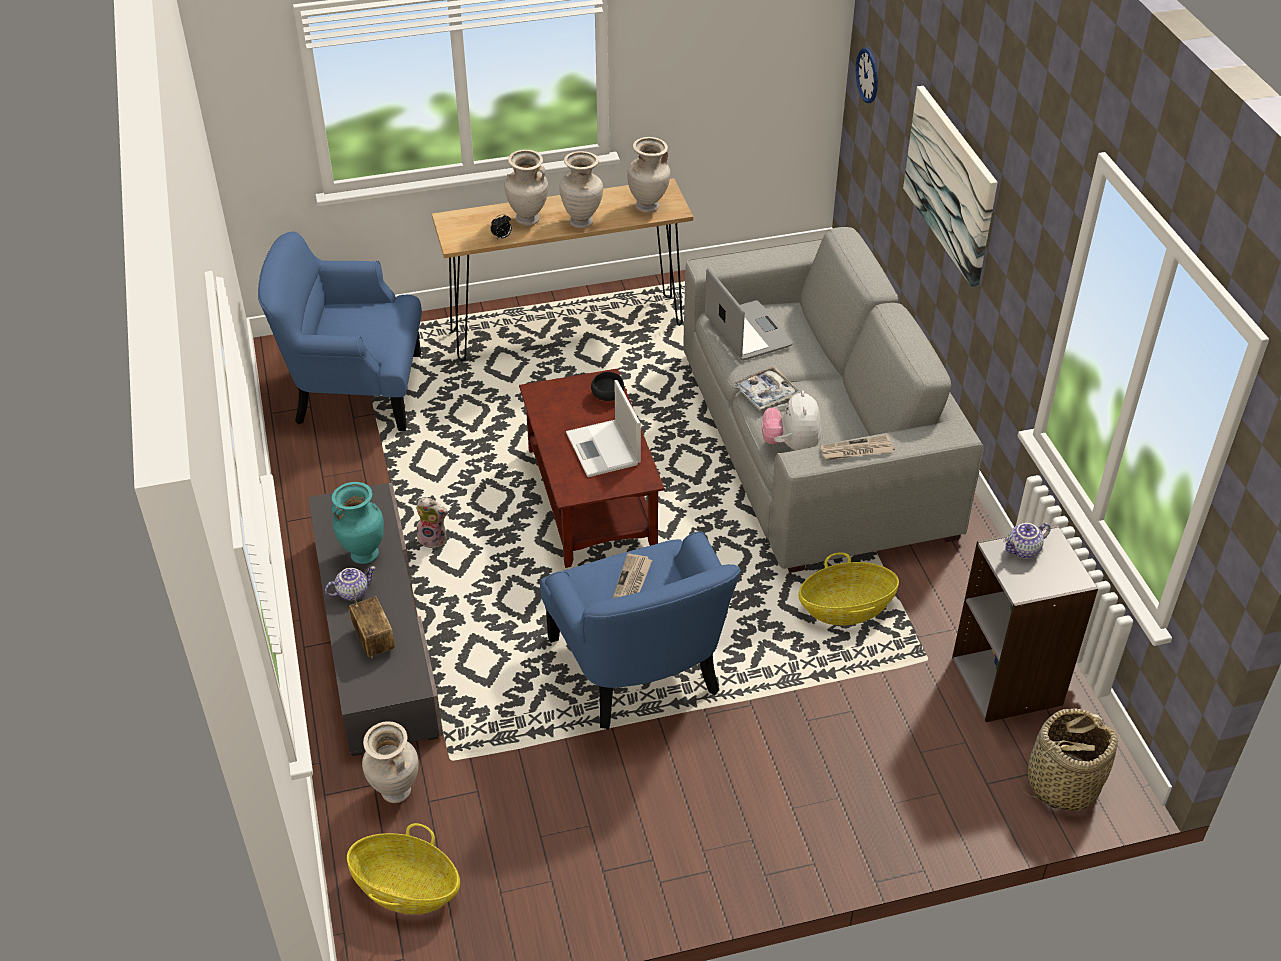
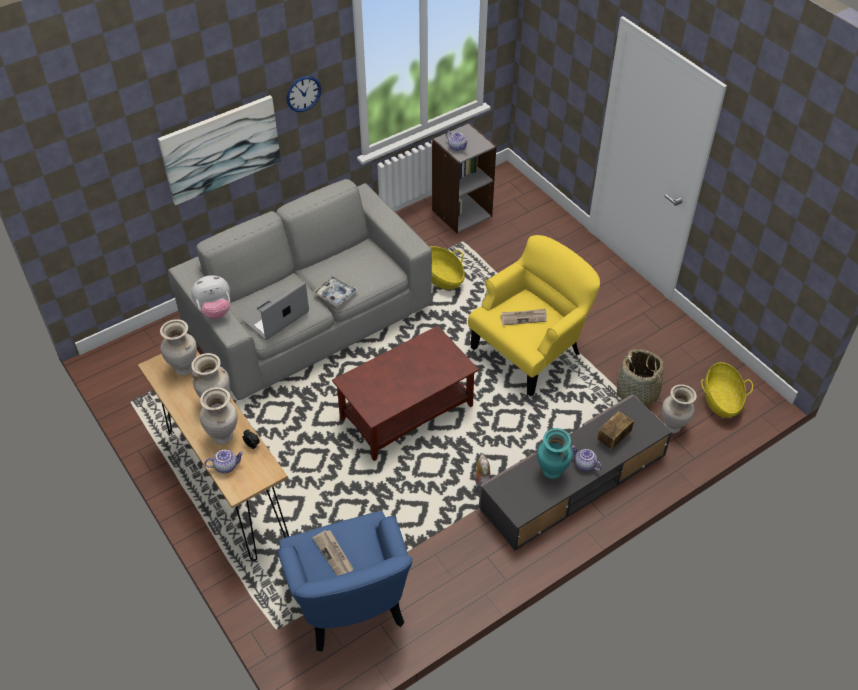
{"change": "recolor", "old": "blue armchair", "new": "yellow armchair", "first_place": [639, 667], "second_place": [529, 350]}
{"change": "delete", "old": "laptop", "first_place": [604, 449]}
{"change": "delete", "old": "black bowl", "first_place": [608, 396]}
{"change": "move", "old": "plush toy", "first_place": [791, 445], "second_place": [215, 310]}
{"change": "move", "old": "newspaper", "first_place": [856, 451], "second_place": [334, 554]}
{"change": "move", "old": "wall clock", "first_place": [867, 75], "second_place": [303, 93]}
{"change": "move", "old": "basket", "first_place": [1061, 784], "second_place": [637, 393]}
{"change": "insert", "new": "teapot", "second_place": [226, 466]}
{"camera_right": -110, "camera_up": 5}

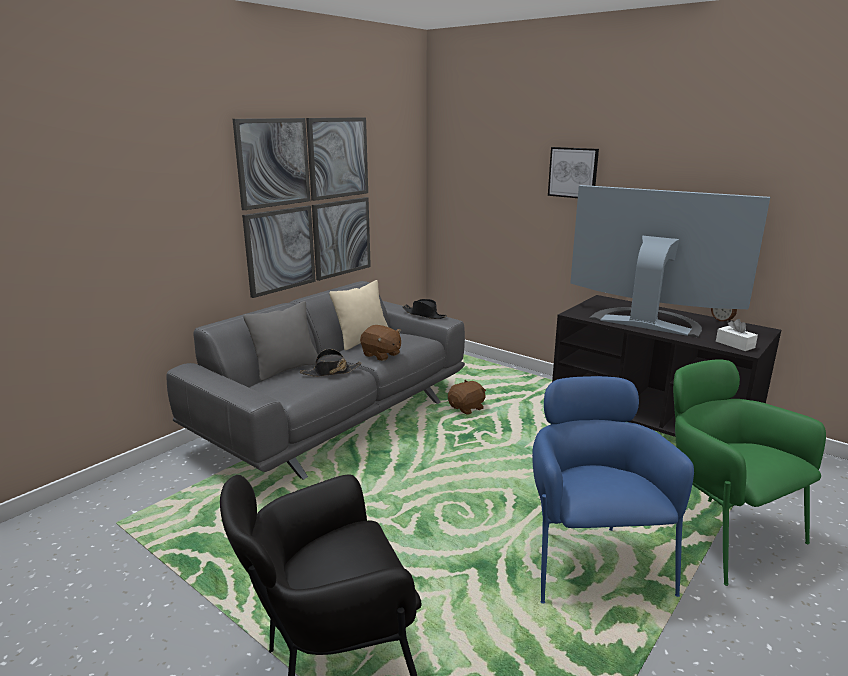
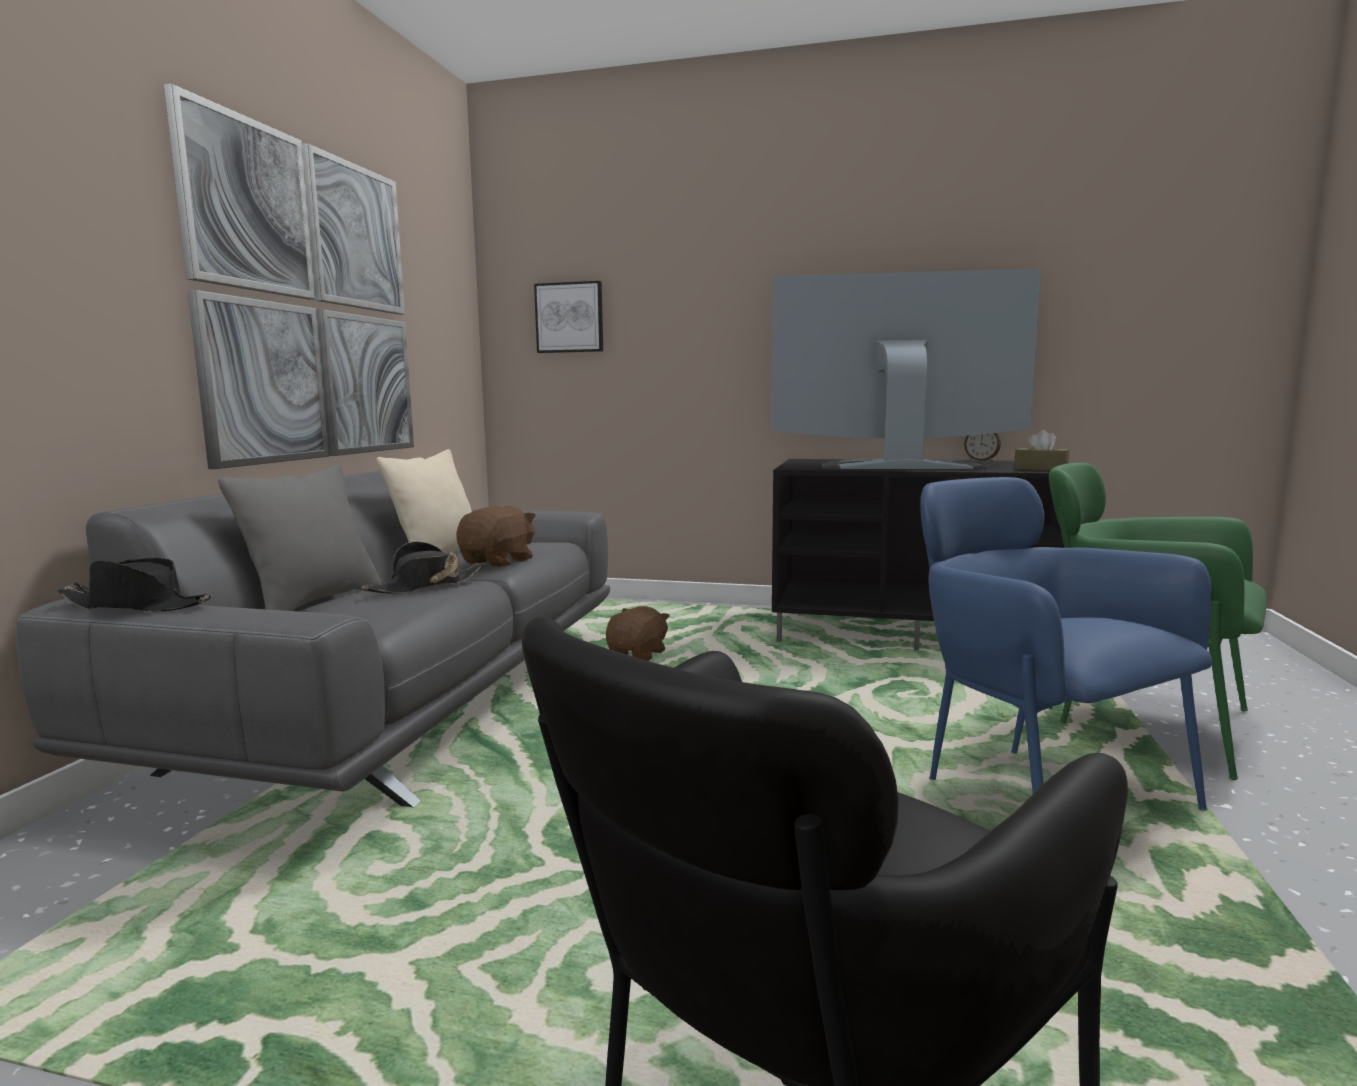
{"change": "rotate", "old": "brown plush toy", "first_place": [381, 355], "second_place": [499, 561], "degrees": -75}
{"change": "move", "old": "black hat", "first_place": [424, 315], "second_place": [137, 606]}
{"change": "move", "old": "picture", "first_place": [573, 172], "second_place": [569, 317]}
{"change": "recolor", "old": "white tissue box", "new": "brown tissue box", "first_place": [735, 344], "second_place": [1040, 469]}
{"camera_right": -25, "camera_up": -10}

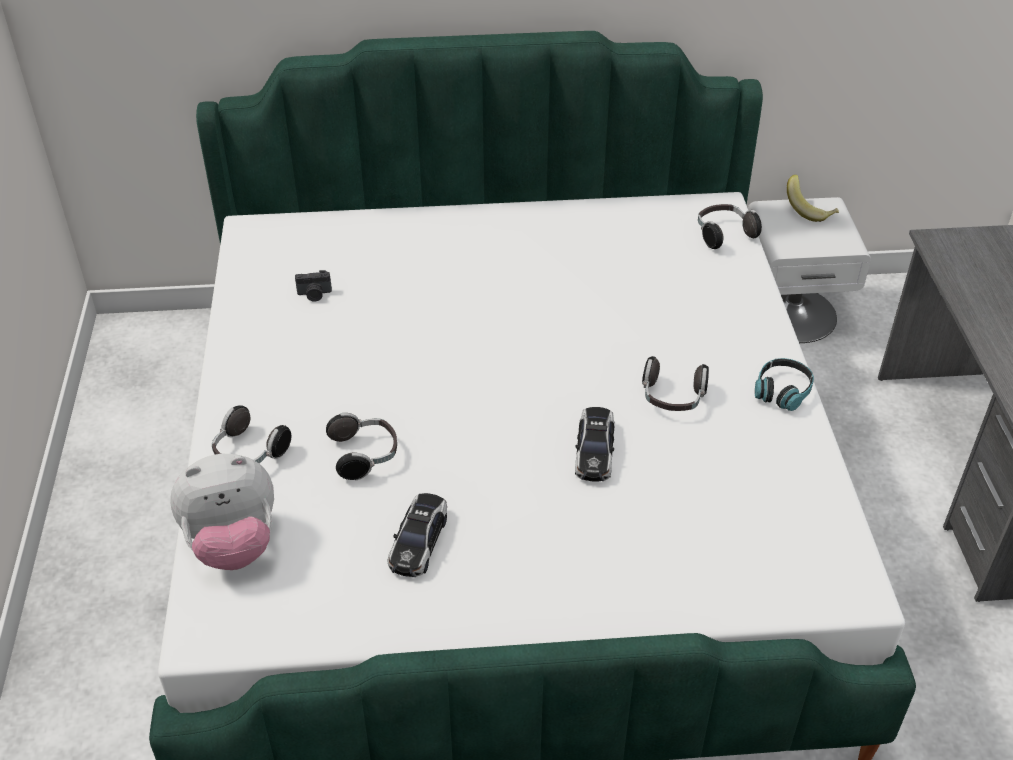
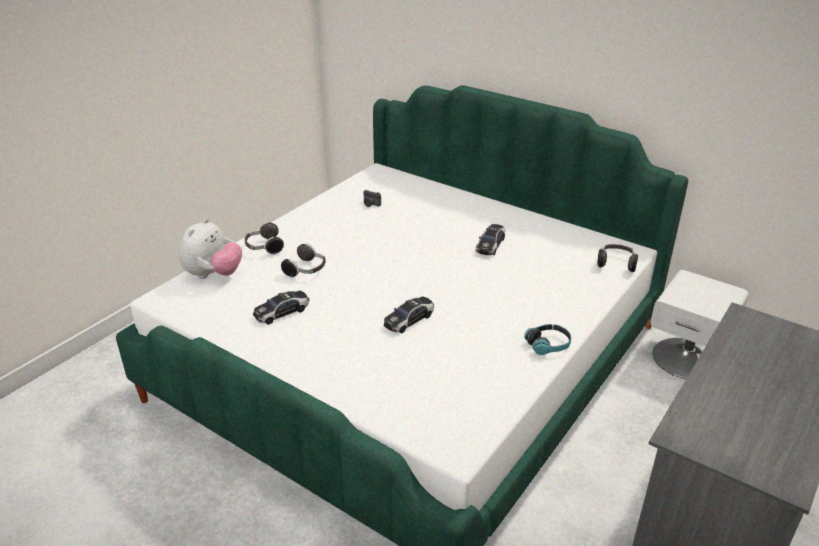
{"change": "rotate", "old": "plush toy", "first_place": [233, 544], "second_place": [213, 275], "degrees": -90}
{"change": "delete", "old": "headphones", "first_place": [672, 398]}
{"change": "delete", "old": "banana", "first_place": [810, 210]}
{"change": "insert", "new": "toy car", "second_place": [490, 245]}
{"camera_right": 40, "camera_up": -10}

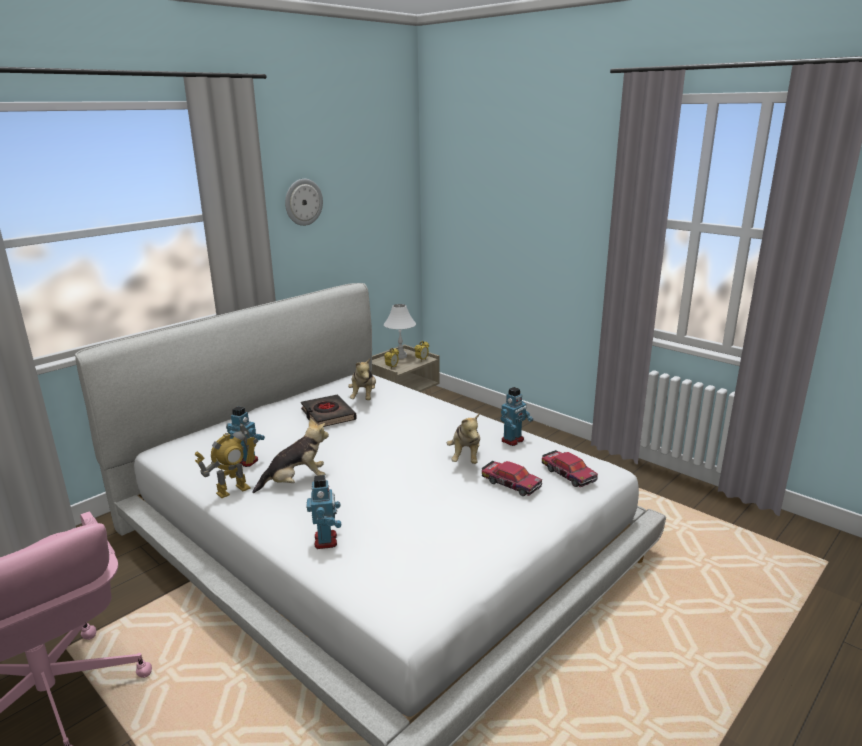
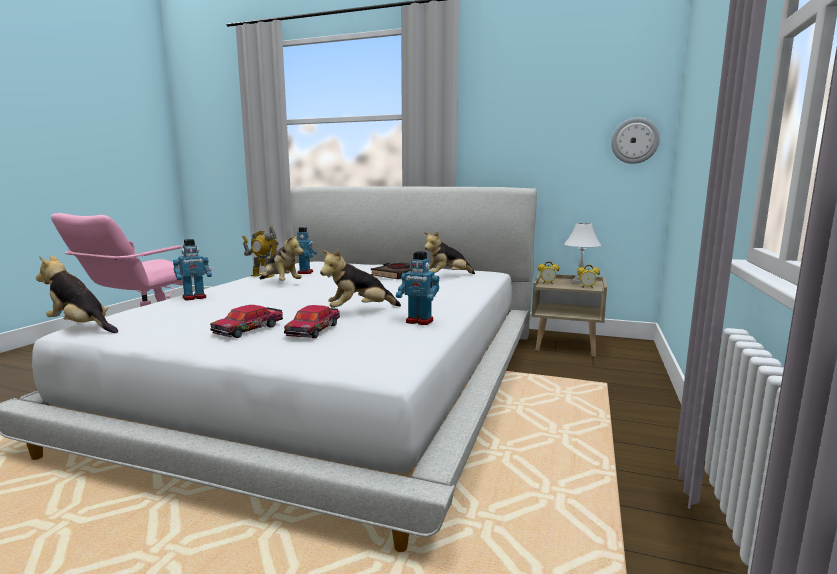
{"change": "move", "old": "wall clock", "first_place": [303, 202], "second_place": [634, 140]}
{"change": "move", "old": "toy car", "first_place": [568, 474], "second_place": [249, 329]}
{"change": "insert", "new": "plush toy", "second_place": [81, 327]}
{"camera_right": 65, "camera_up": -10}

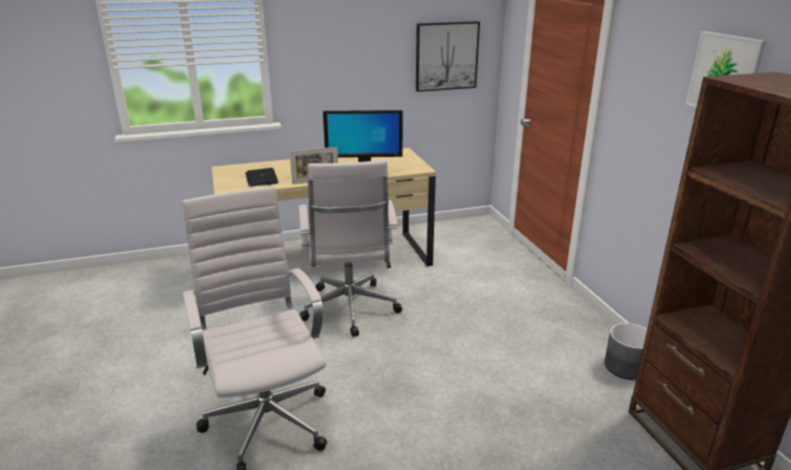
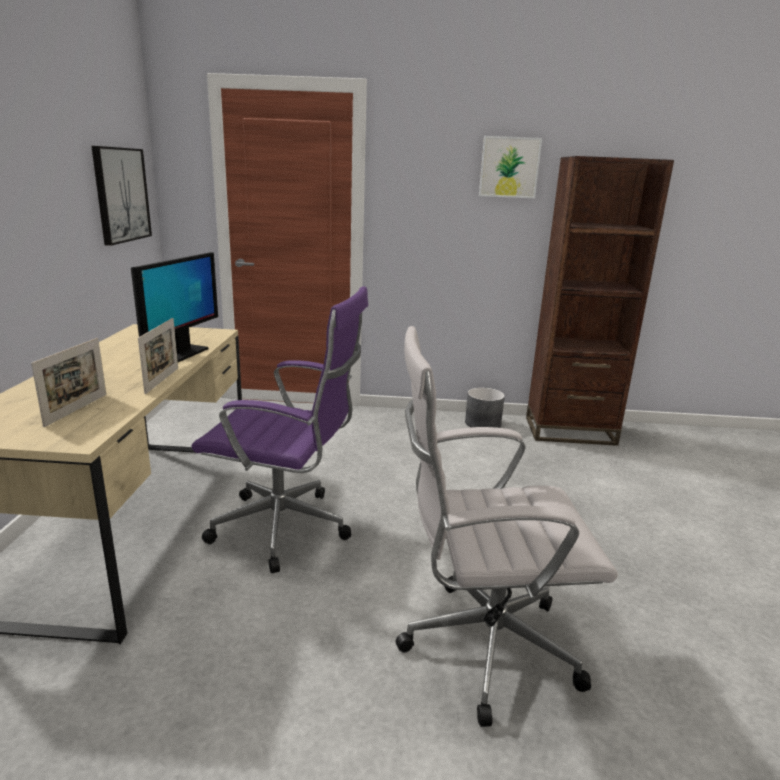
{"change": "replace", "old": "laptop", "new": "picture frame", "first_place": [261, 178], "second_place": [77, 409]}
{"change": "recolor", "old": "white office chair", "new": "purple office chair", "first_place": [350, 311], "second_place": [287, 529]}
{"camera_right": -70, "camera_up": -5}

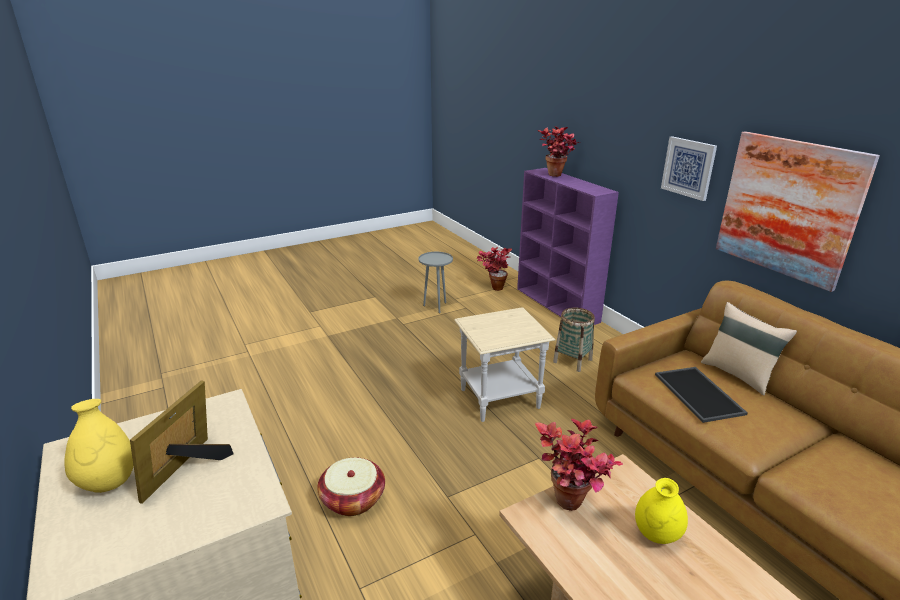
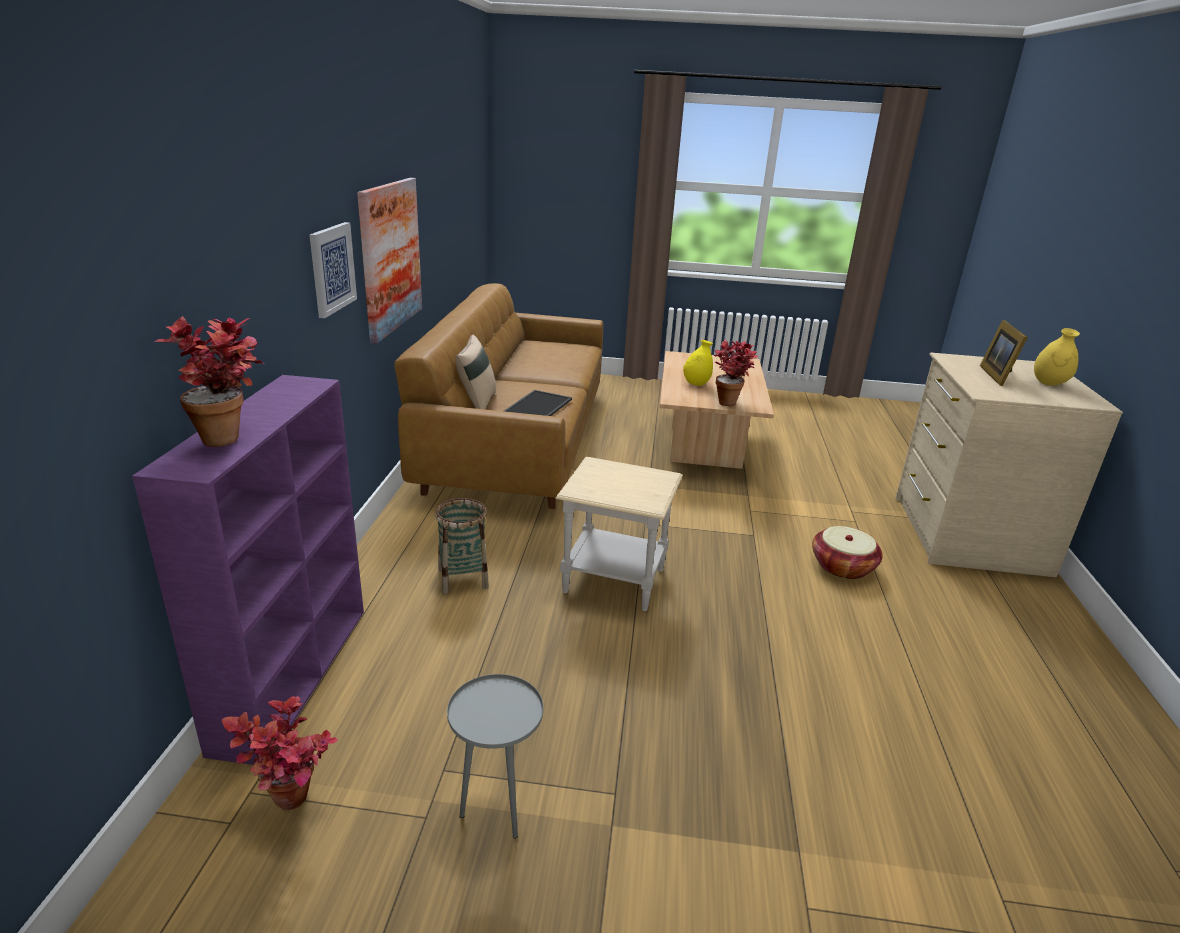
{"change": "rotate", "old": "picture frame", "first_place": [188, 469], "second_place": [998, 376], "degrees": 135}
{"camera_right": -145, "camera_up": 0}

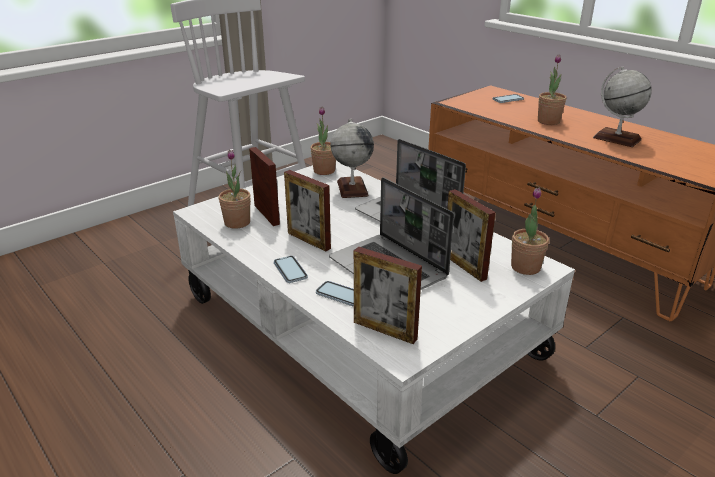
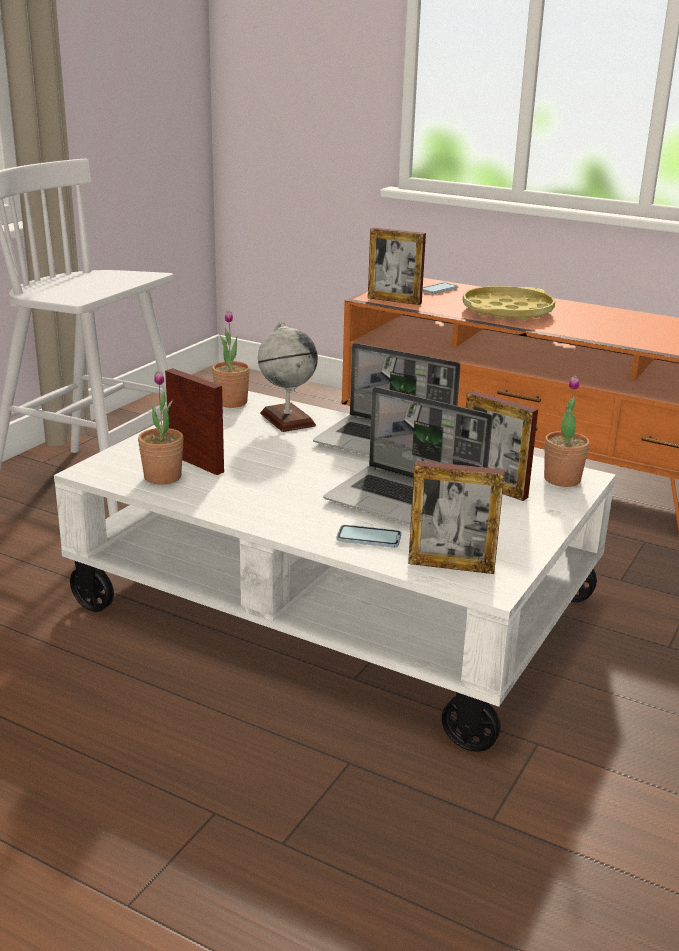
{"change": "delete", "old": "phone", "first_place": [290, 270]}
{"change": "move", "old": "picture frame", "first_place": [309, 240], "second_place": [394, 300]}
{"change": "replace", "old": "potted plant", "new": "yellow tray", "first_place": [548, 121], "second_place": [507, 311]}
{"change": "delete", "old": "globe", "first_place": [616, 138]}
{"camera_right": -20, "camera_up": -5}

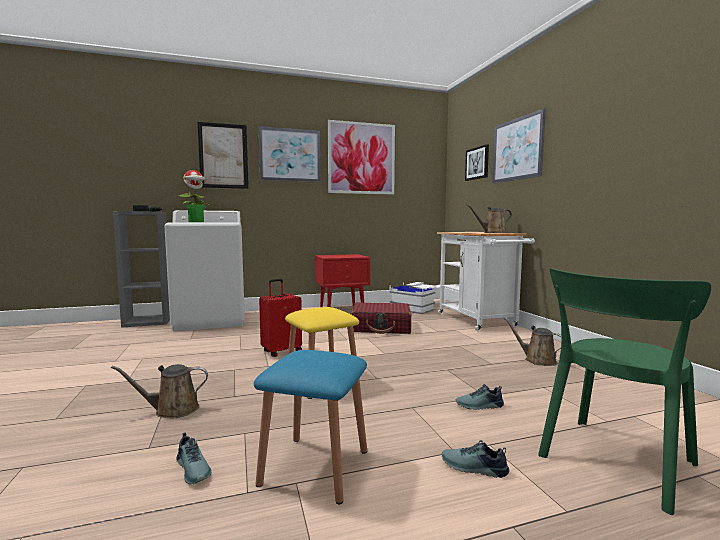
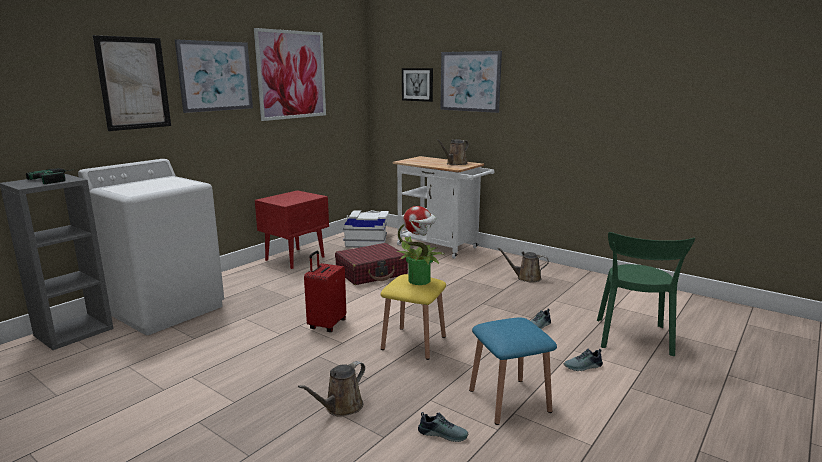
{"change": "move", "old": "potted plant", "first_place": [196, 222], "second_place": [420, 280]}
{"camera_right": -35, "camera_up": 10}

